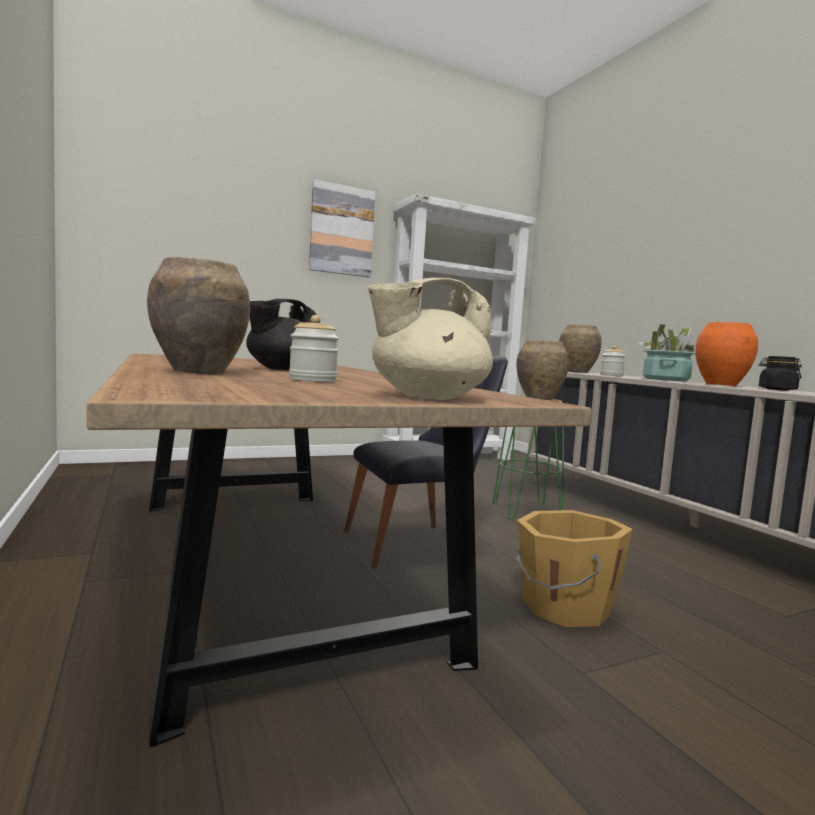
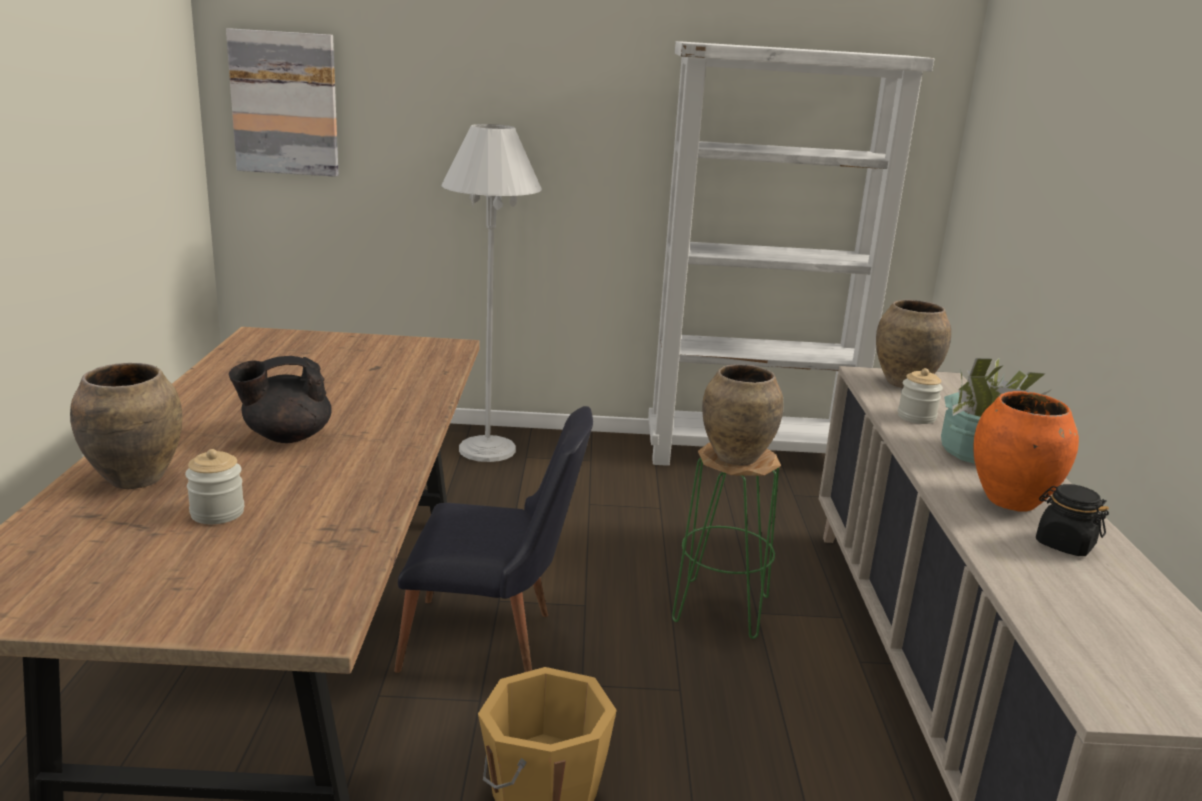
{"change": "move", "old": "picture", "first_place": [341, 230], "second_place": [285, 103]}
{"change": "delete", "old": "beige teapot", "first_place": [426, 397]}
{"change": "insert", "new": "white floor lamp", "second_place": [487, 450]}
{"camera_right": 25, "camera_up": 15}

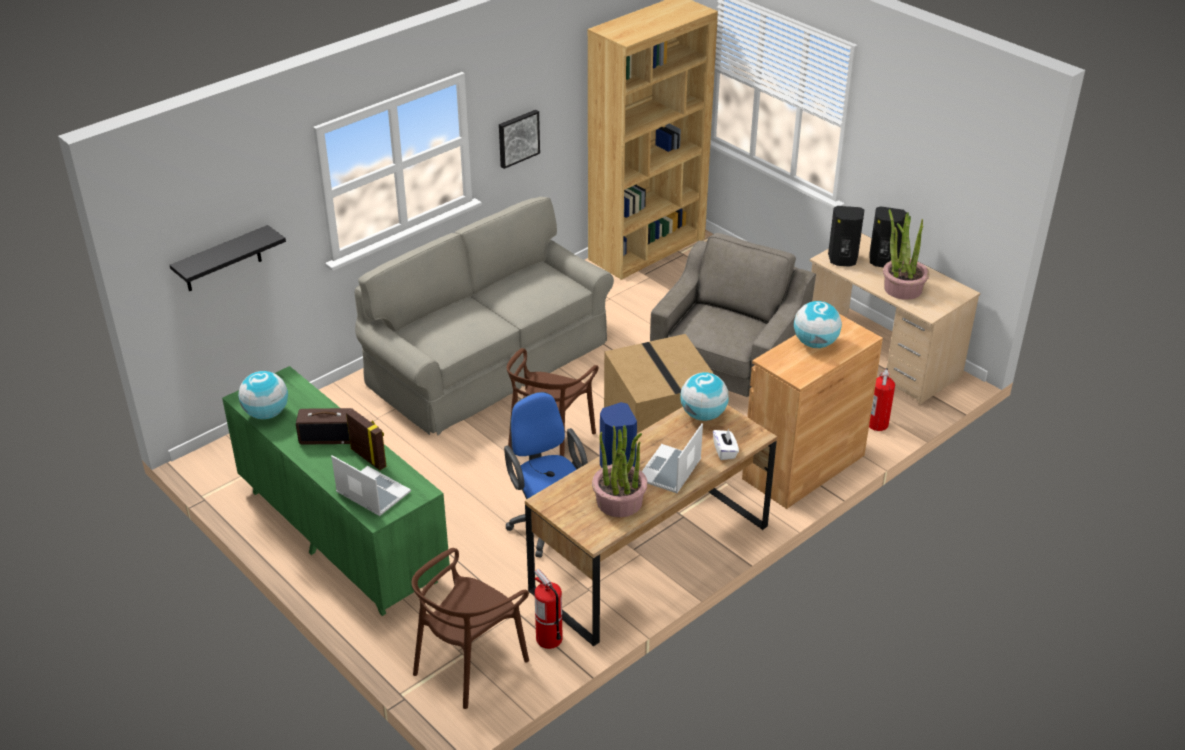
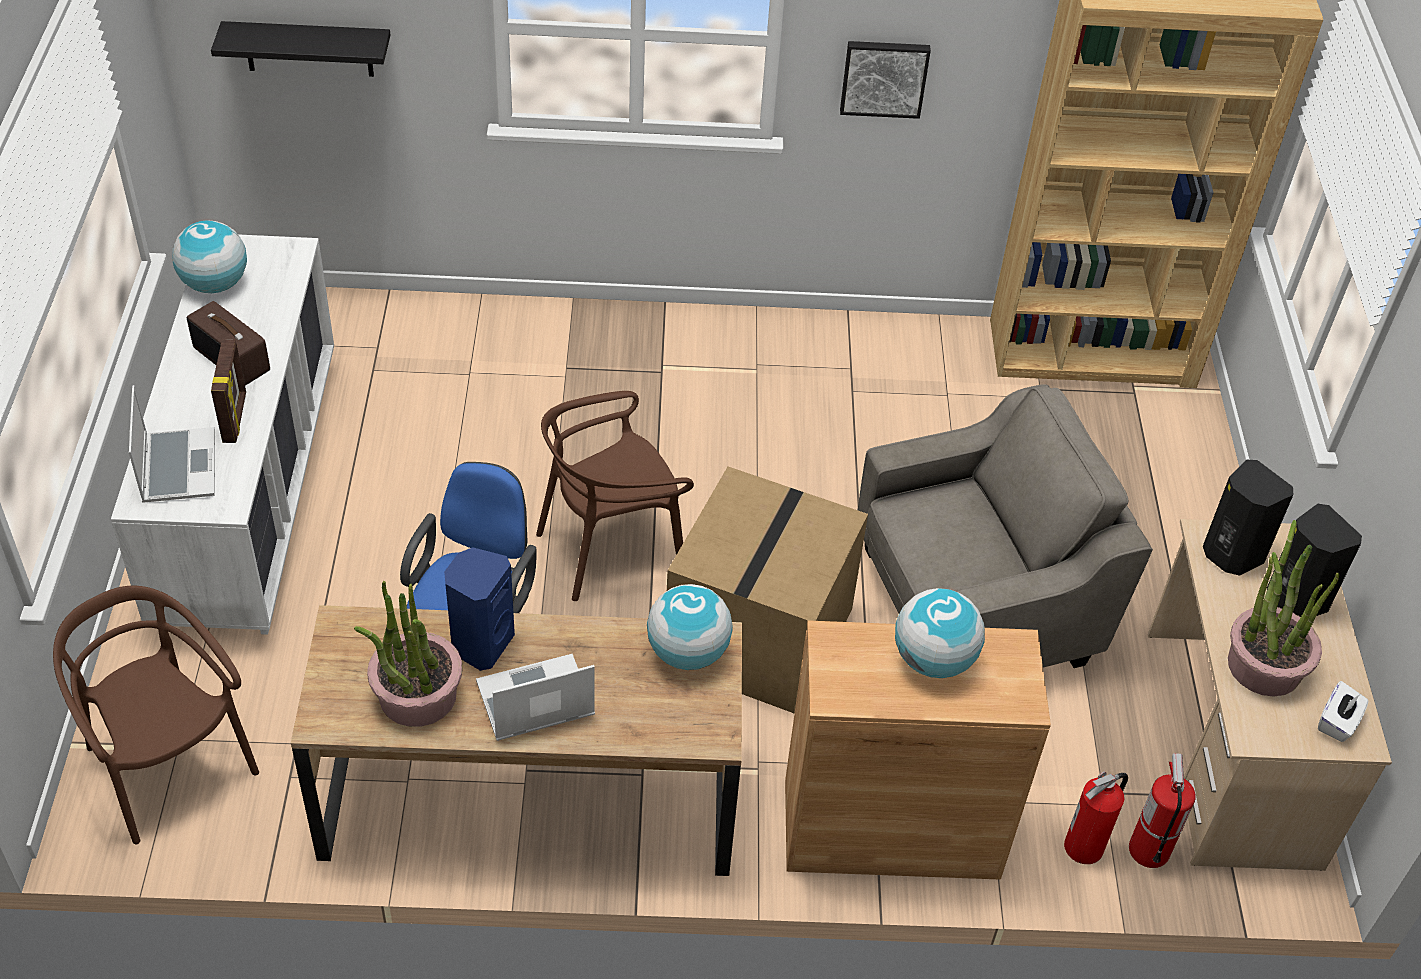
{"change": "recolor", "old": "green dresser", "new": "white dresser", "first_place": [341, 535], "second_place": [250, 496]}
{"change": "delete", "old": "grey sofa", "first_place": [488, 363]}
{"change": "rotate", "old": "brown chair", "first_place": [469, 664], "second_place": [168, 766], "degrees": 60}
{"change": "move", "old": "fire extinguisher", "first_place": [548, 638], "second_place": [1148, 849]}
{"change": "move", "old": "white tissue box", "first_place": [725, 451], "second_place": [1337, 722]}
{"camera_right": 40, "camera_up": 10}

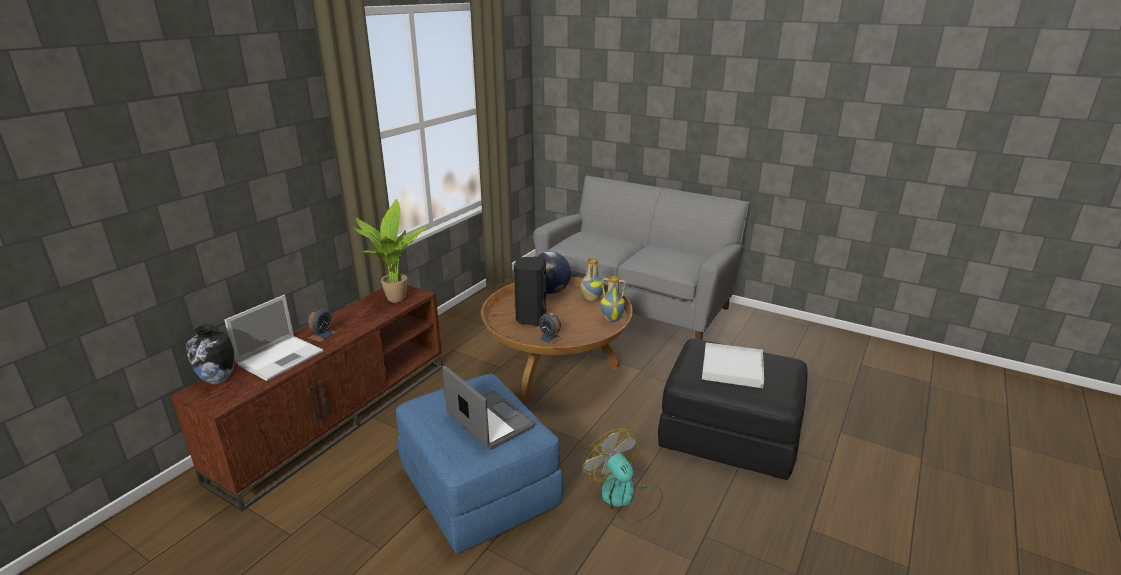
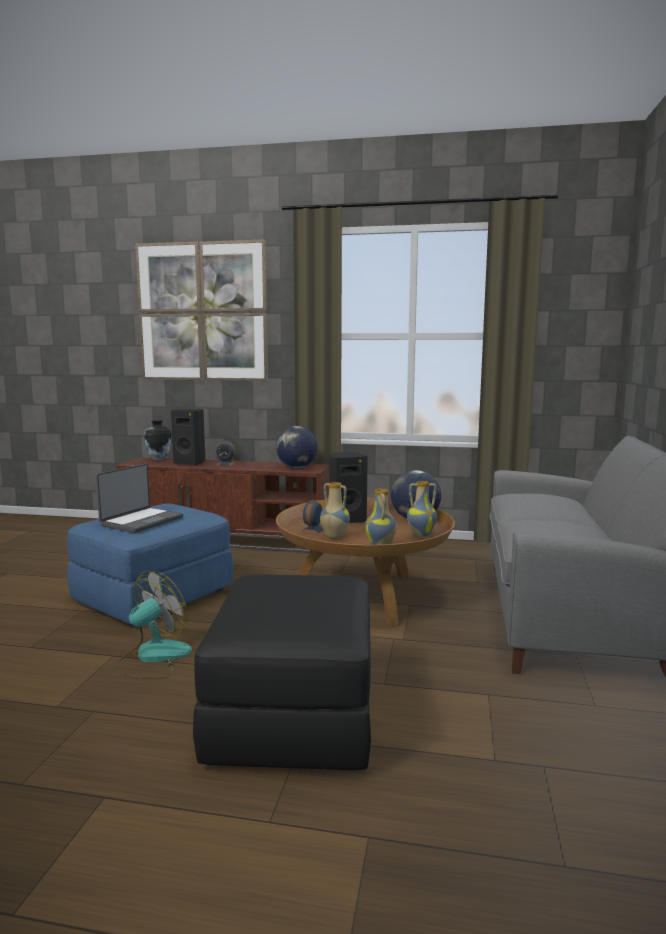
{"change": "replace", "old": "laptop", "new": "black speaker", "first_place": [281, 357], "second_place": [190, 463]}
{"change": "replace", "old": "potted plant", "new": "globe", "first_place": [393, 299], "second_place": [296, 467]}
{"change": "delete", "old": "white tray", "first_place": [732, 368]}
{"change": "insert", "new": "picture", "second_place": [202, 312]}
{"change": "insert", "new": "vase", "second_place": [334, 537]}
{"camera_right": 70, "camera_up": -15}

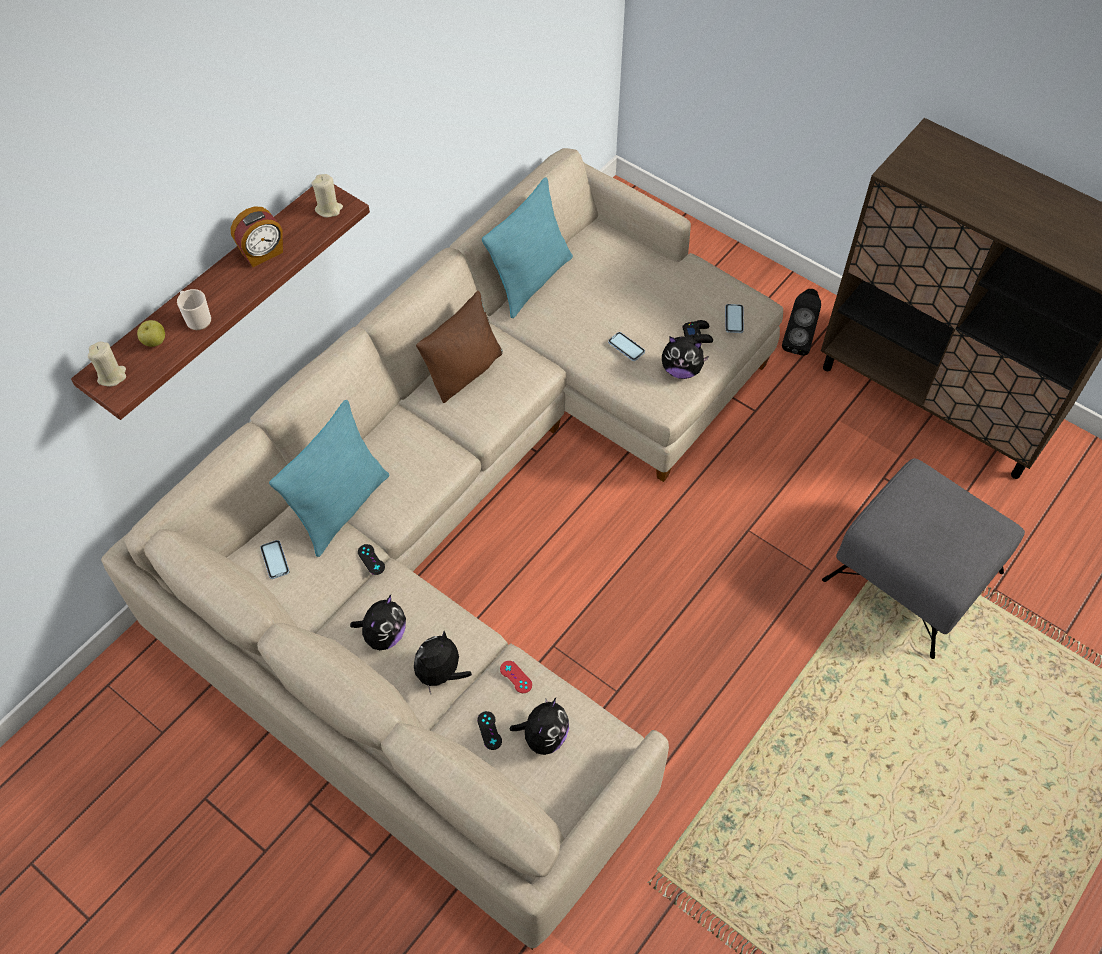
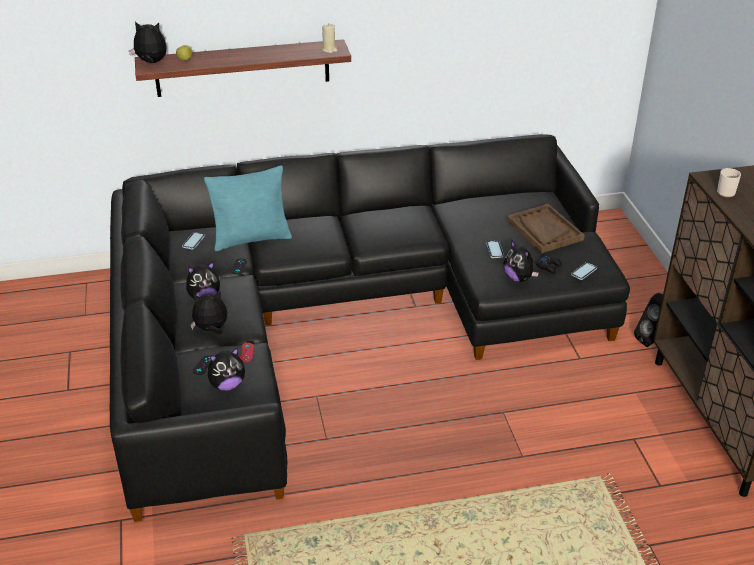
{"change": "replace", "old": "beige candle", "new": "plush toy", "first_place": [112, 376], "second_place": [151, 62]}
{"change": "recolor", "old": "beige sofa", "new": "black sofa", "first_place": [476, 525], "second_place": [340, 320]}
{"change": "move", "old": "mug", "first_place": [197, 319], "second_place": [725, 191]}
{"change": "delete", "old": "alarm clock", "first_place": [263, 254]}
{"change": "delete", "old": "brown pillow", "first_place": [464, 371]}
{"change": "delete", "old": "turquoise pillow", "first_place": [531, 281]}
{"change": "delete", "old": "grey ottoman", "first_place": [912, 574]}
{"change": "insert", "new": "brown tray", "second_place": [544, 230]}
{"camera_right": 40, "camera_up": -20}

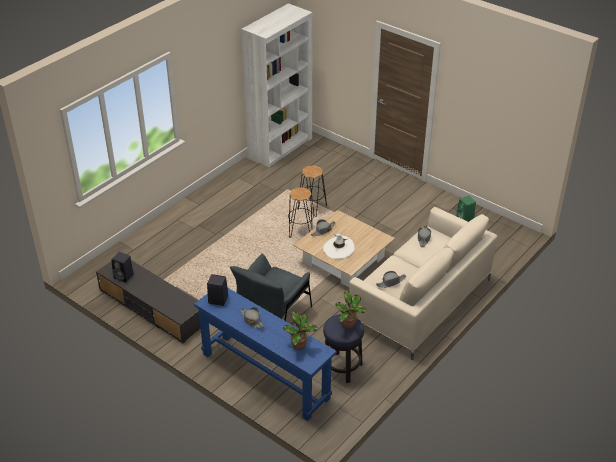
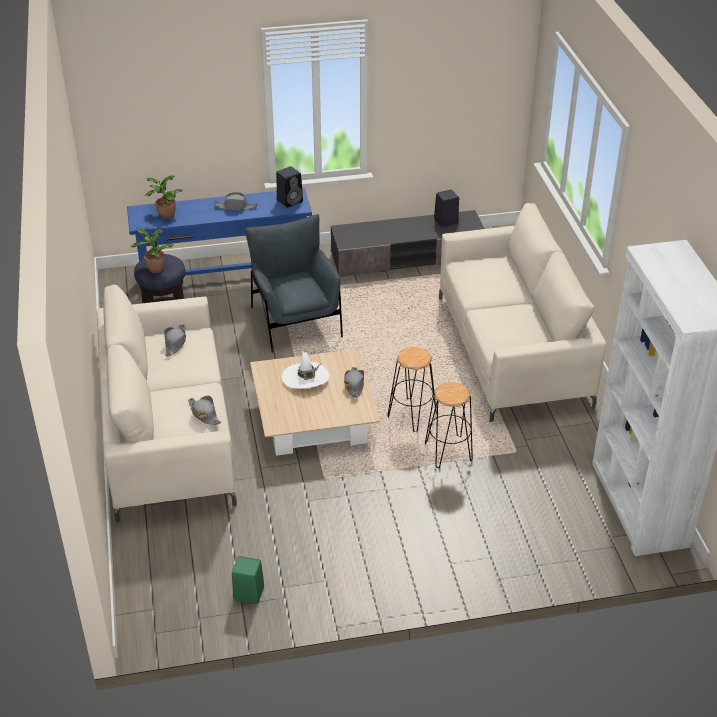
{"change": "insert", "new": "beige sofa", "second_place": [512, 350]}
{"camera_right": 130, "camera_up": 0}

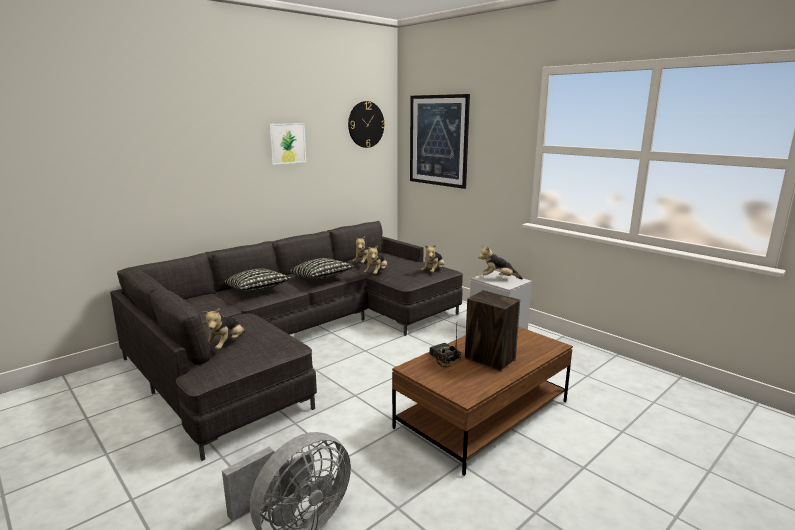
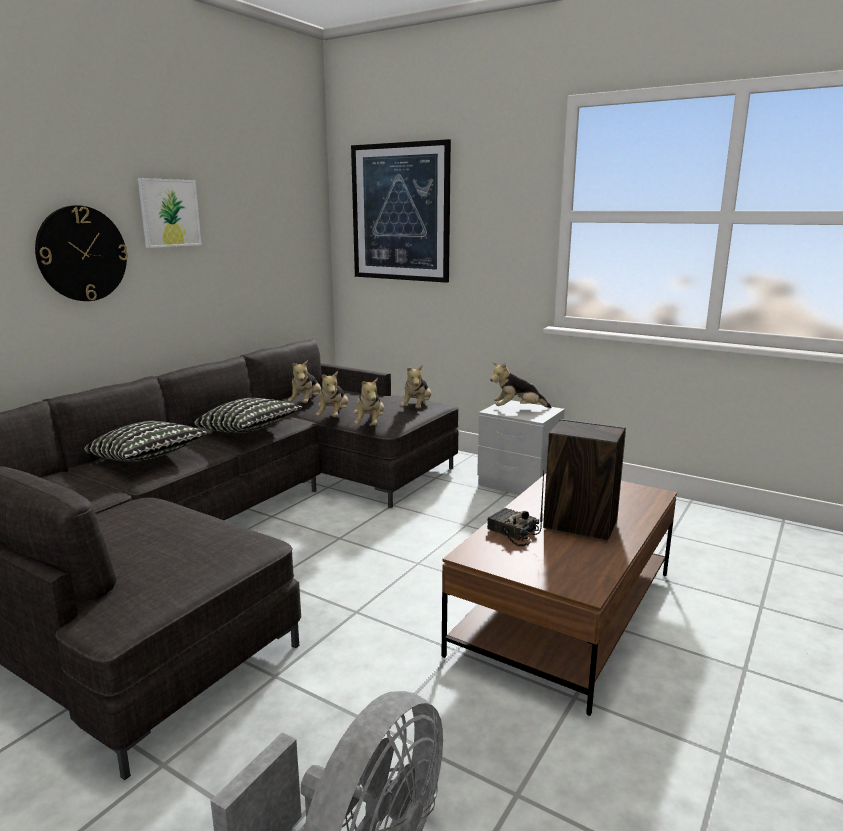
{"change": "move", "old": "plush toy", "first_place": [226, 345], "second_place": [370, 424]}
{"change": "move", "old": "wall clock", "first_place": [366, 124], "second_place": [82, 254]}
{"camera_right": -15, "camera_up": 0}

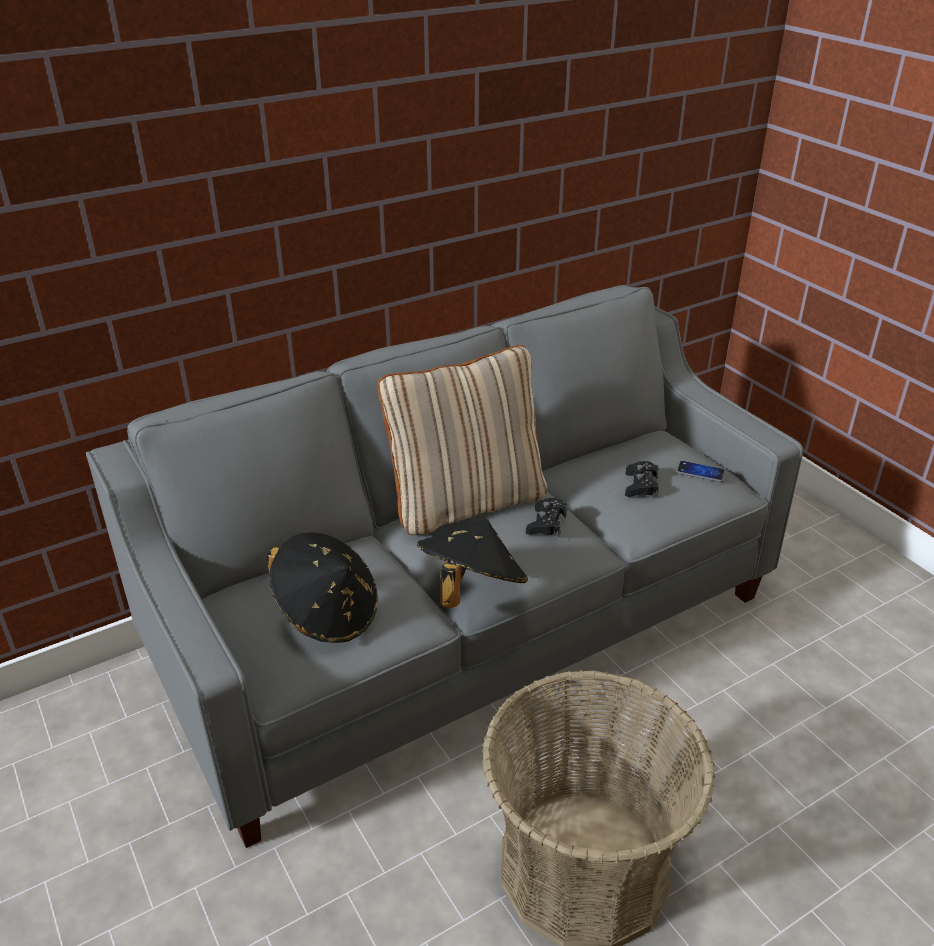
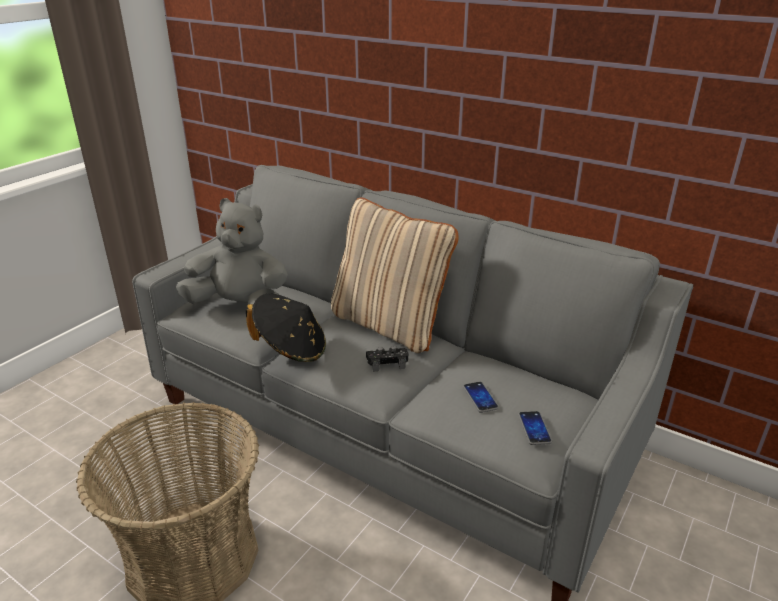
{"change": "replace", "old": "black hat", "new": "grey plush toy", "first_place": [327, 614], "second_place": [241, 308]}
{"change": "replace", "old": "black game controller", "new": "phone", "first_place": [641, 485], "second_place": [480, 397]}
{"camera_right": 65, "camera_up": -5}

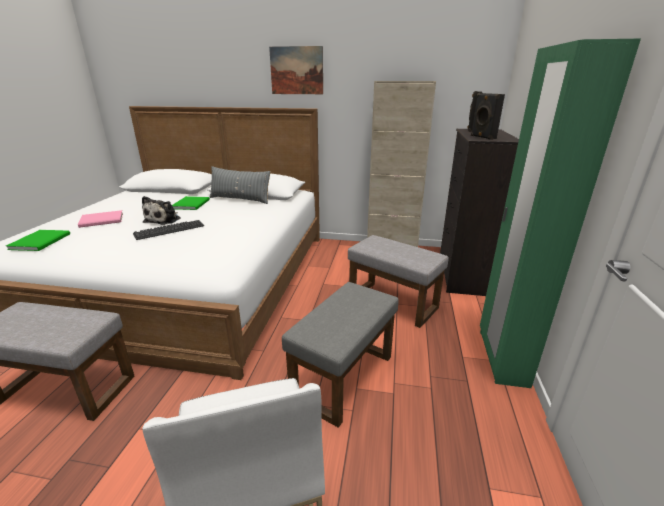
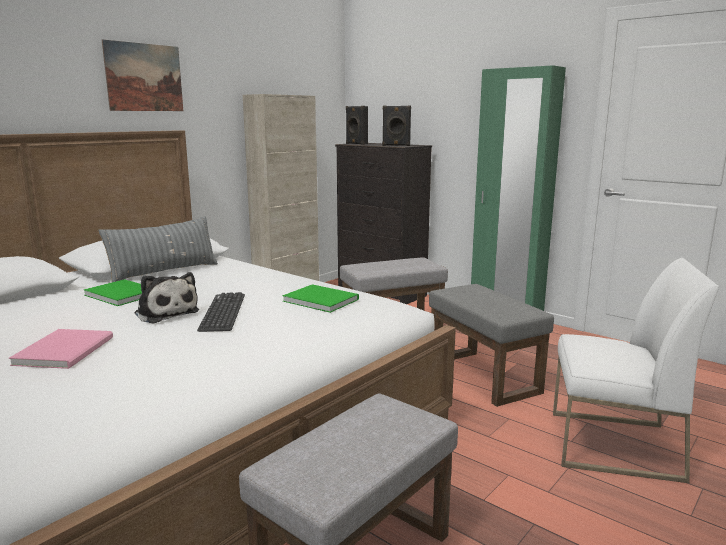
{"change": "move", "old": "green book", "first_place": [42, 241], "second_place": [320, 299]}
{"camera_right": -60, "camera_up": -10}

